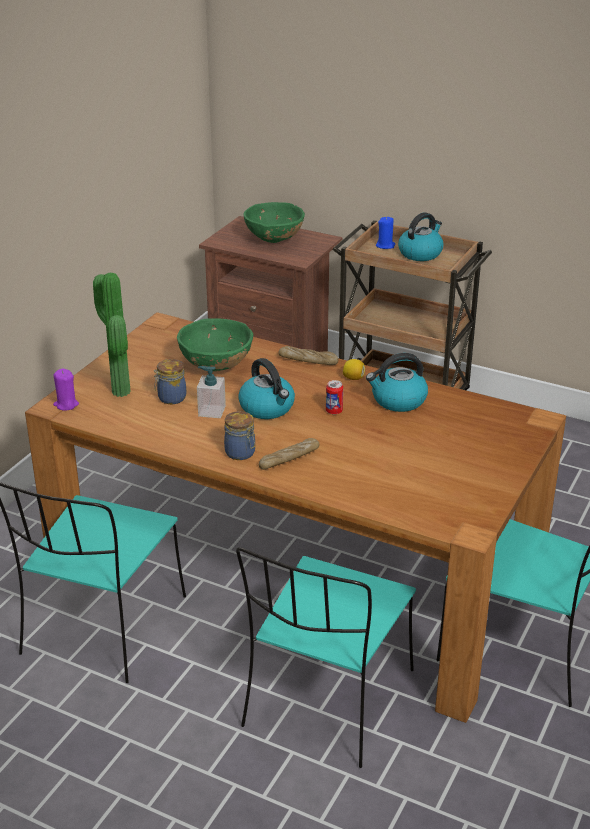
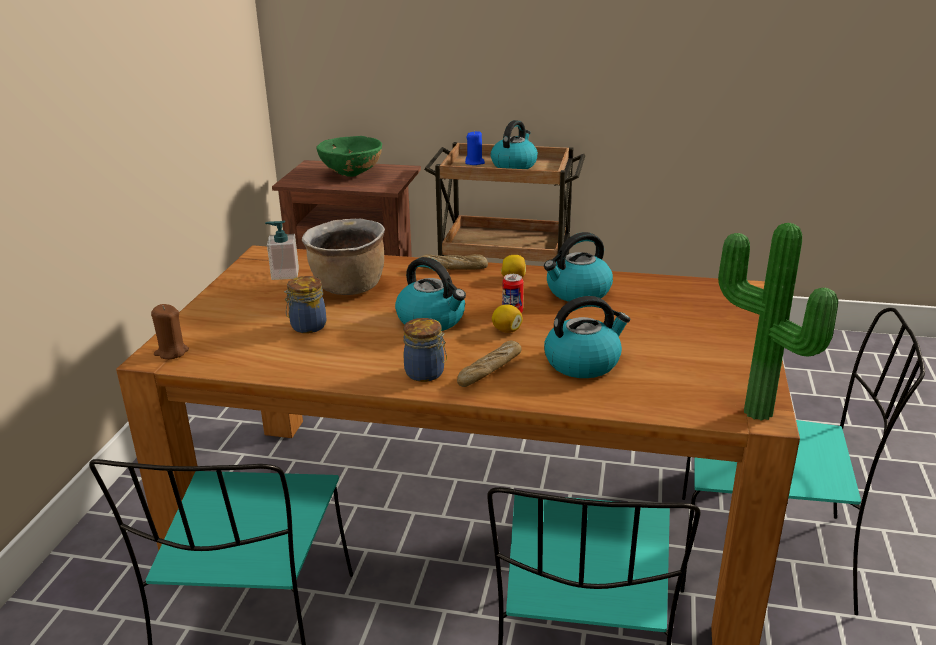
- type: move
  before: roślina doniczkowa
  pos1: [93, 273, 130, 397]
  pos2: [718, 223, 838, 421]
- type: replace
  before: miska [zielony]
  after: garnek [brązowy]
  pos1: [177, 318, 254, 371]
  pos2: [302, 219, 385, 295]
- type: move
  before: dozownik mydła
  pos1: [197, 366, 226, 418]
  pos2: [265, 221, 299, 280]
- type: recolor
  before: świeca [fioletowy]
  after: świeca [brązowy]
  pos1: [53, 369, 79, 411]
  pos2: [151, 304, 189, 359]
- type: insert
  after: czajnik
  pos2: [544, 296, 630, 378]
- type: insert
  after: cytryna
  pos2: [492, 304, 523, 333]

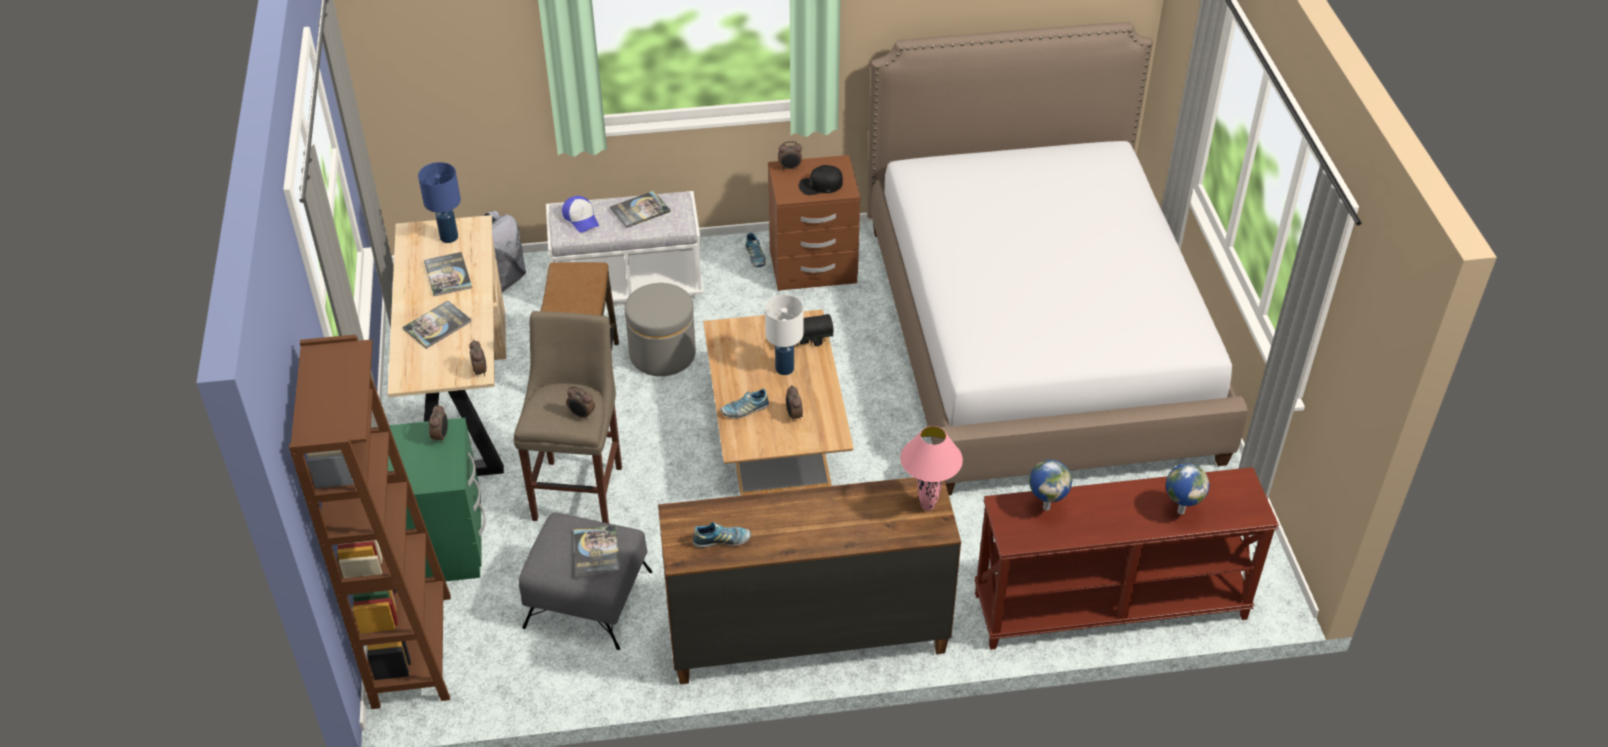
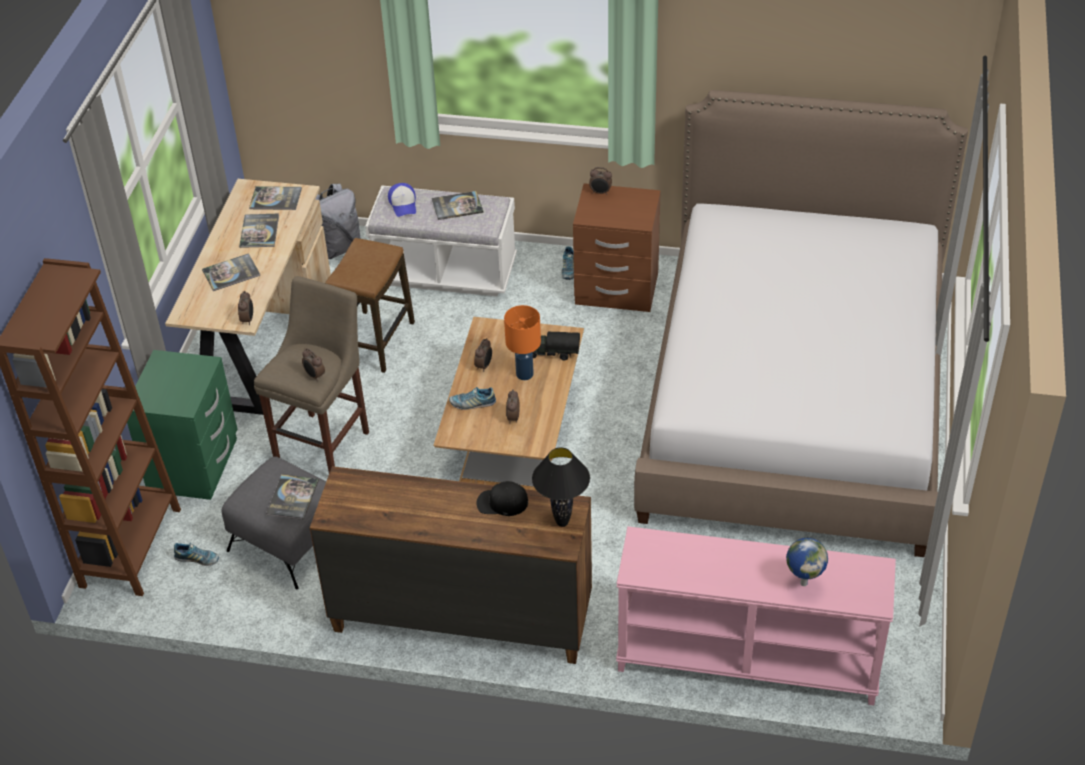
- type: replace
  before: lampa stołowa [niebieski]
  after: książka
  pos1: [418, 162, 461, 243]
  pos2: [249, 186, 302, 210]
- type: move
  before: czapka z daszkiem [czarny]
  pos1: [799, 165, 843, 195]
  pos2: [476, 481, 528, 516]
- type: delete
  before: pufa [szary]
  pos1: [625, 283, 696, 376]
- type: recolor
  before: lampa stołowa [biały]
  after: lampa stołowa [pomarańczowy]
  pos1: [765, 295, 803, 375]
  pos2: [504, 305, 541, 380]
- type: move
  before: budzik
  pos1: [429, 404, 448, 443]
  pos2: [474, 338, 492, 372]
- type: recolor
  before: lampa stołowa [różowy]
  after: lampa stołowa [czarny]
  pos1: [900, 426, 963, 511]
  pos2: [532, 447, 590, 527]
- type: delete
  before: globus
  pos1: [1029, 460, 1072, 511]
- type: recolor
  before: stolik konsolowy [brązowy]
  after: stolik konsolowy [różowy]
  pos1: [974, 467, 1279, 650]
  pos2: [616, 526, 896, 705]
- type: move
  before: but
  pos1: [693, 522, 751, 548]
  pos2: [174, 543, 219, 566]

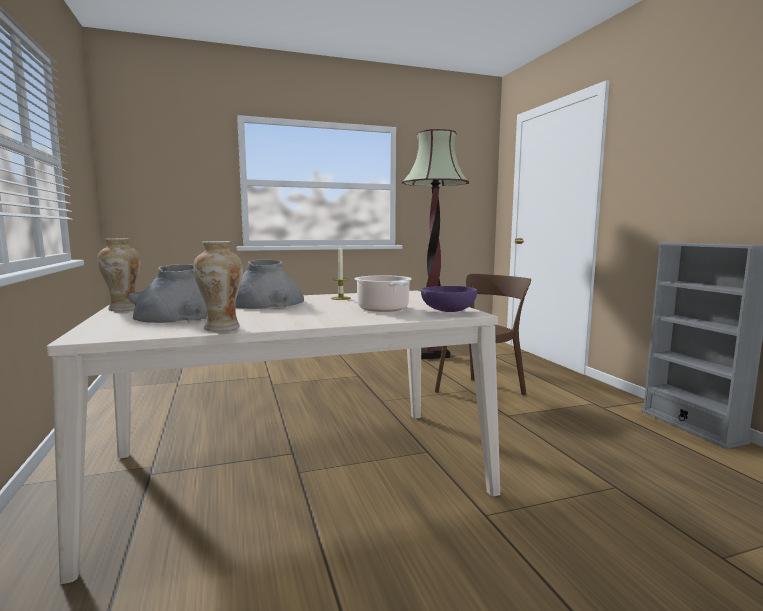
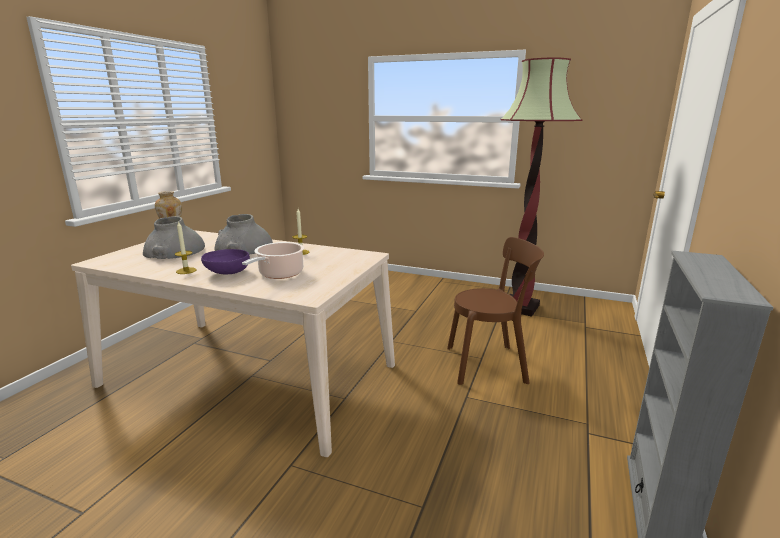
- type: delete
  before: wazon
  pos1: [193, 241, 243, 332]
- type: move
  before: miska [fioletowy]
  pos1: [421, 286, 477, 312]
  pos2: [201, 249, 250, 274]
- type: insert
  after: świeca
  pos2: [175, 221, 197, 274]

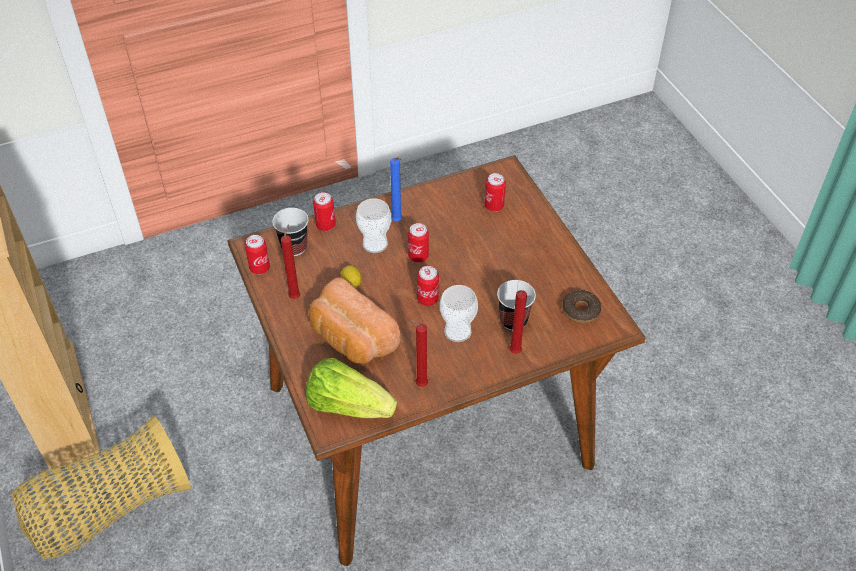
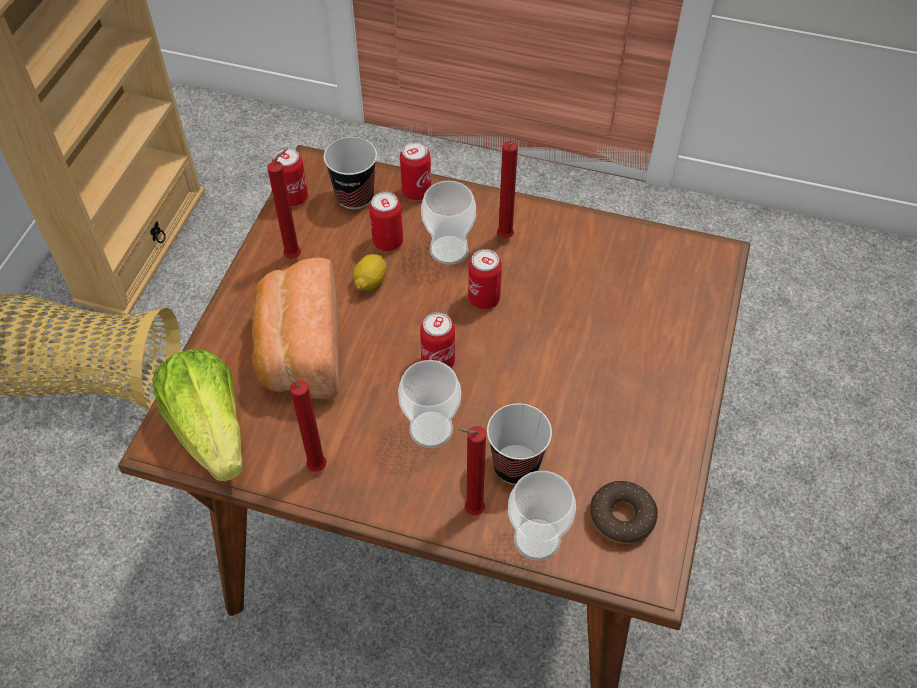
- type: recolor
  before: świeca [niebieski]
  after: świeca [czerwony]
  pos1: [390, 157, 402, 221]
  pos2: [497, 141, 518, 239]
- type: move
  before: puszka
  pos1: [484, 173, 506, 212]
  pos2: [369, 191, 403, 251]
- type: insert
  after: filiżanka
  pos2: [508, 471, 576, 561]

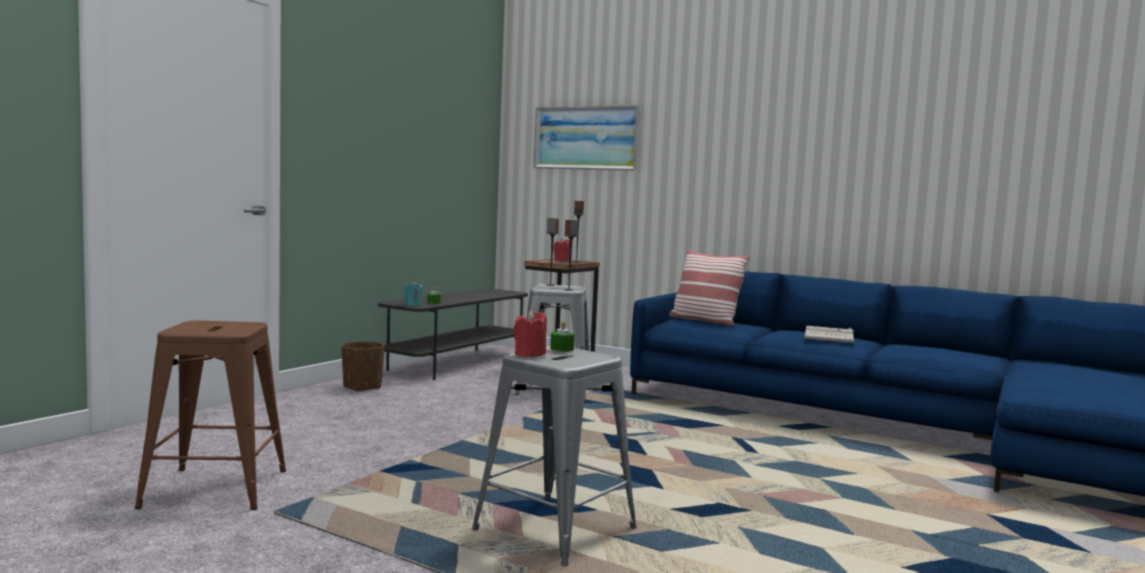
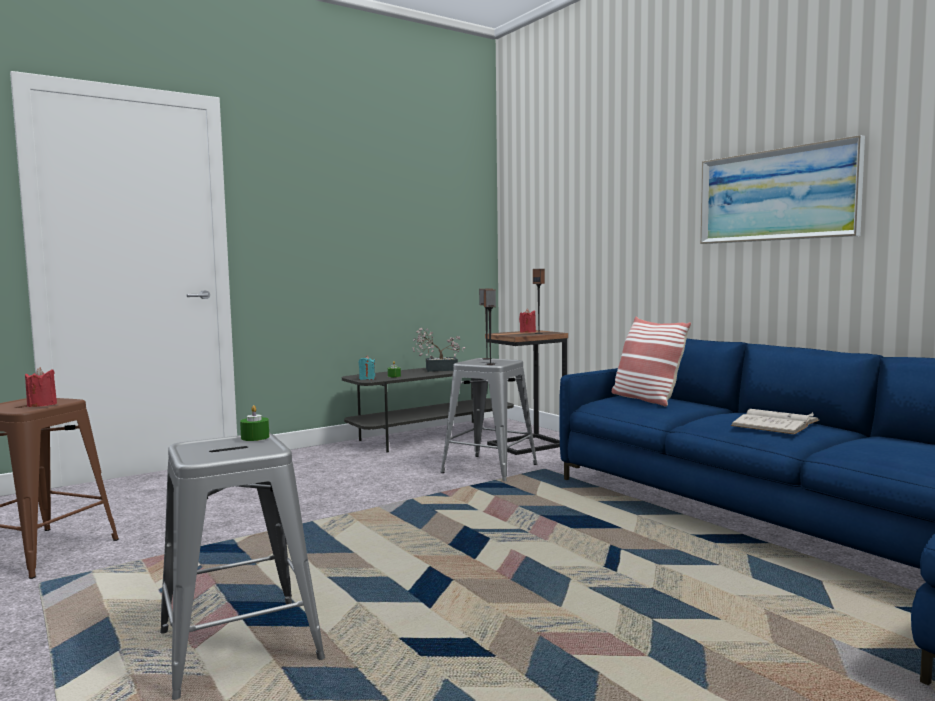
- type: move
  before: obraz
  pos1: [534, 105, 640, 171]
  pos2: [700, 135, 865, 244]
- type: move
  before: świeca [czerwony]
  pos1: [513, 310, 547, 357]
  pos2: [25, 367, 57, 407]
- type: delete
  before: donica [brązowy]
  pos1: [341, 341, 385, 392]
- type: insert
  after: roślina doniczkowa
  pos2: [412, 327, 465, 372]

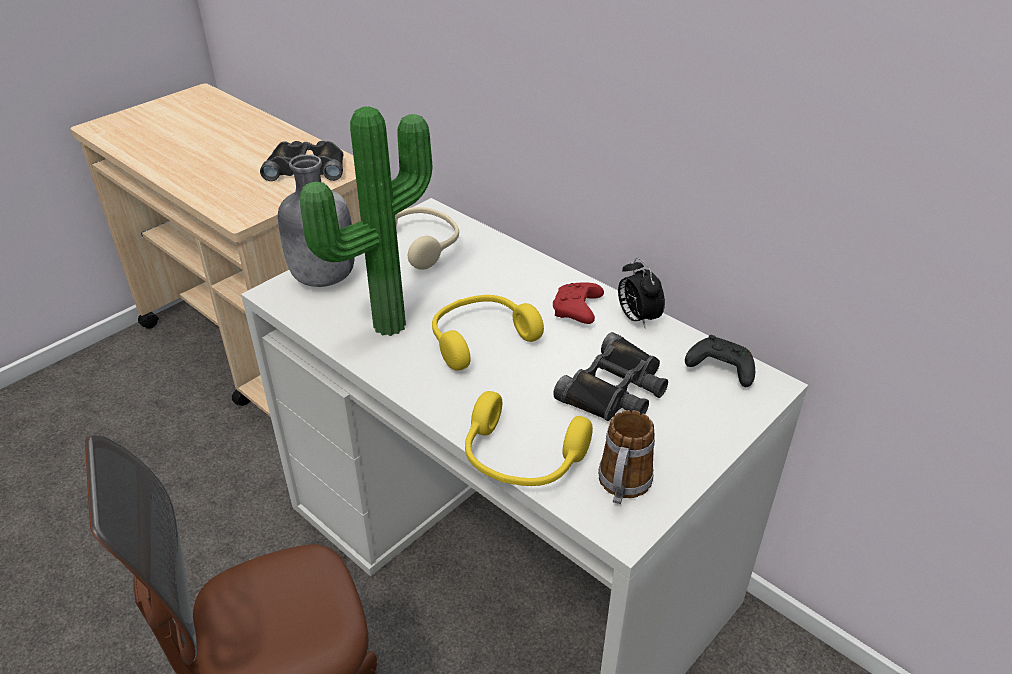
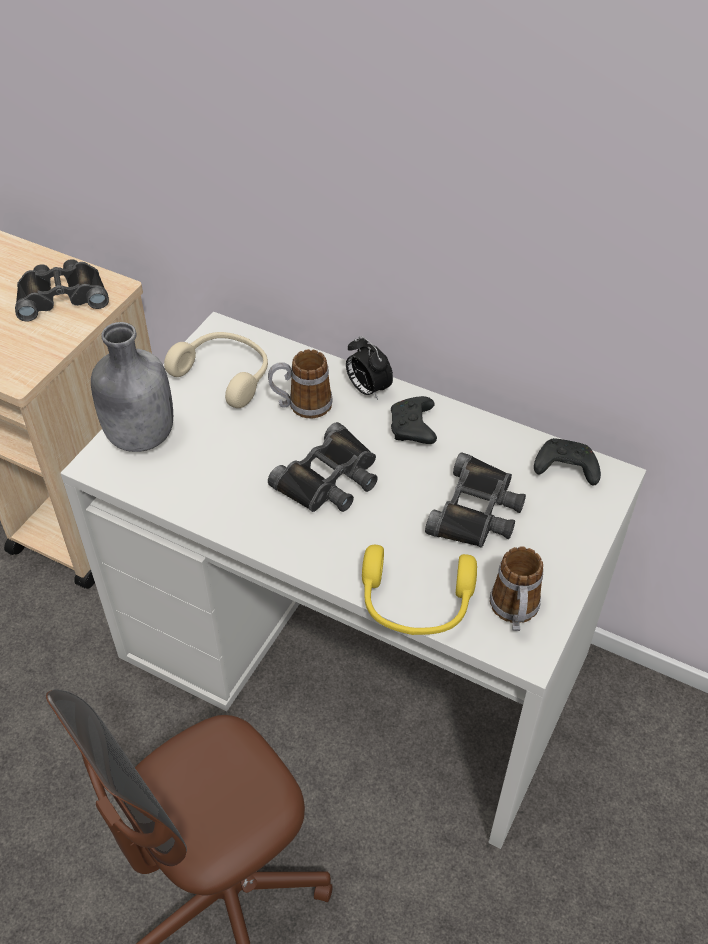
- type: delete
  before: roślina doniczkowa
  pos1: [300, 106, 432, 336]
- type: move
  before: budzik
  pos1: [618, 257, 665, 329]
  pos2: [346, 336, 393, 400]
- type: recolor
  before: pad do gier [czerwony]
  after: pad do gier [czarny]
  pos1: [553, 282, 604, 324]
  pos2: [391, 396, 437, 444]
- type: replace
  before: słuchawki [żółty]
  after: lornetka [czarny]
  pos1: [432, 295, 544, 371]
  pos2: [268, 422, 378, 512]
- type: insert
  after: kubek
  pos2: [268, 349, 333, 419]

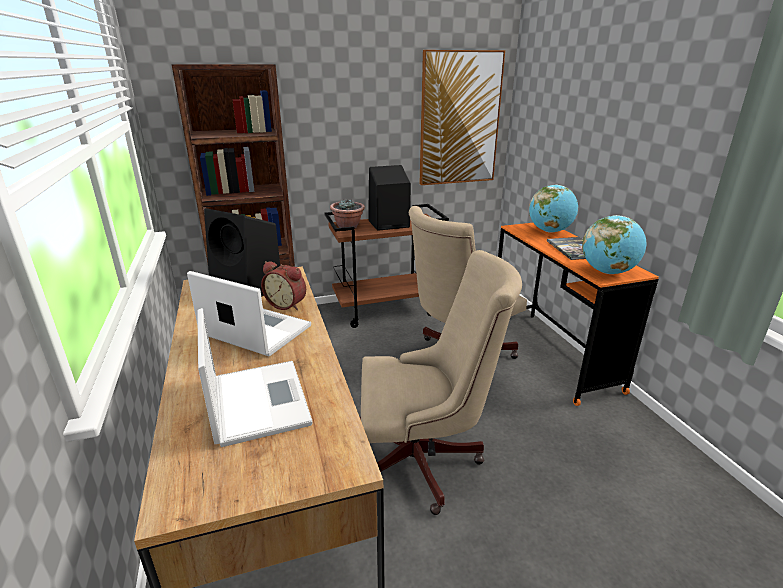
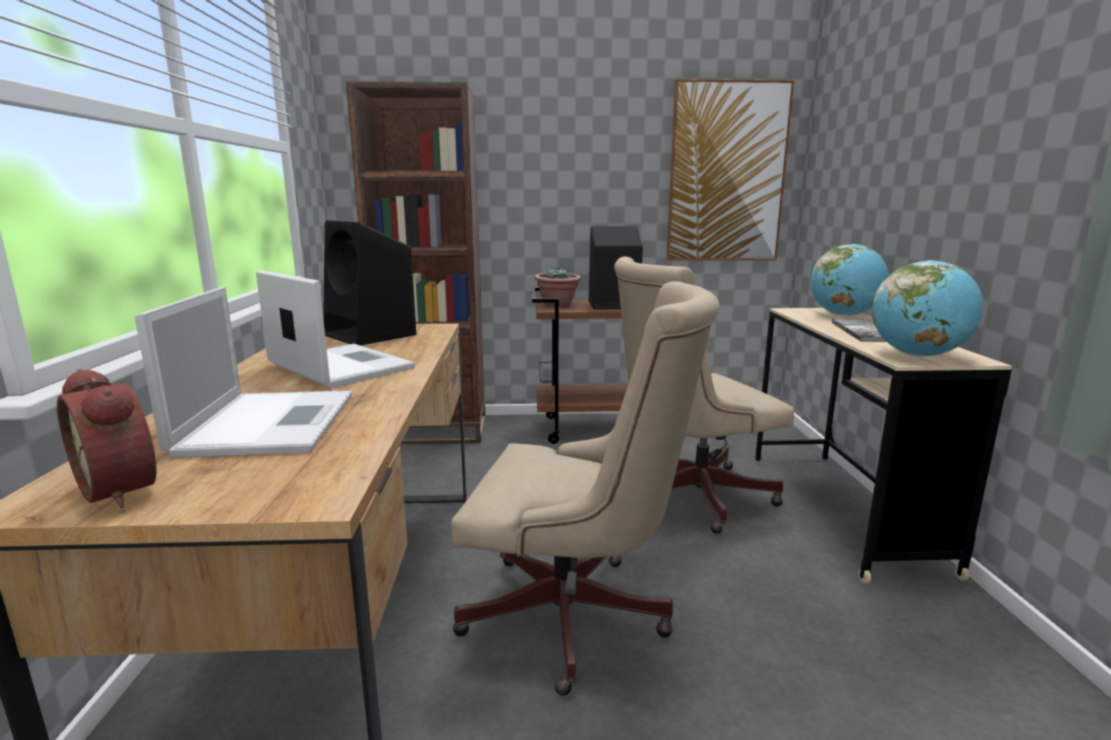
- type: recolor
  before: biurko [pomarańczowy]
  after: biurko [beżowy]
  pos1: [498, 223, 659, 406]
  pos2: [755, 308, 1012, 583]
- type: move
  before: budzik
  pos1: [261, 261, 306, 310]
  pos2: [57, 369, 157, 508]

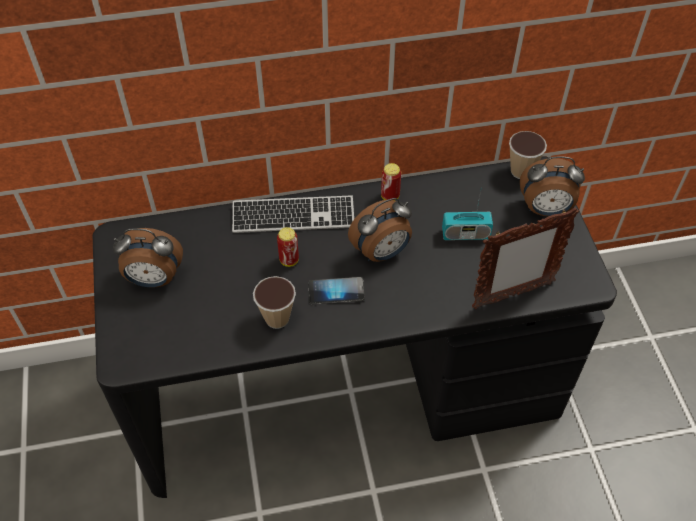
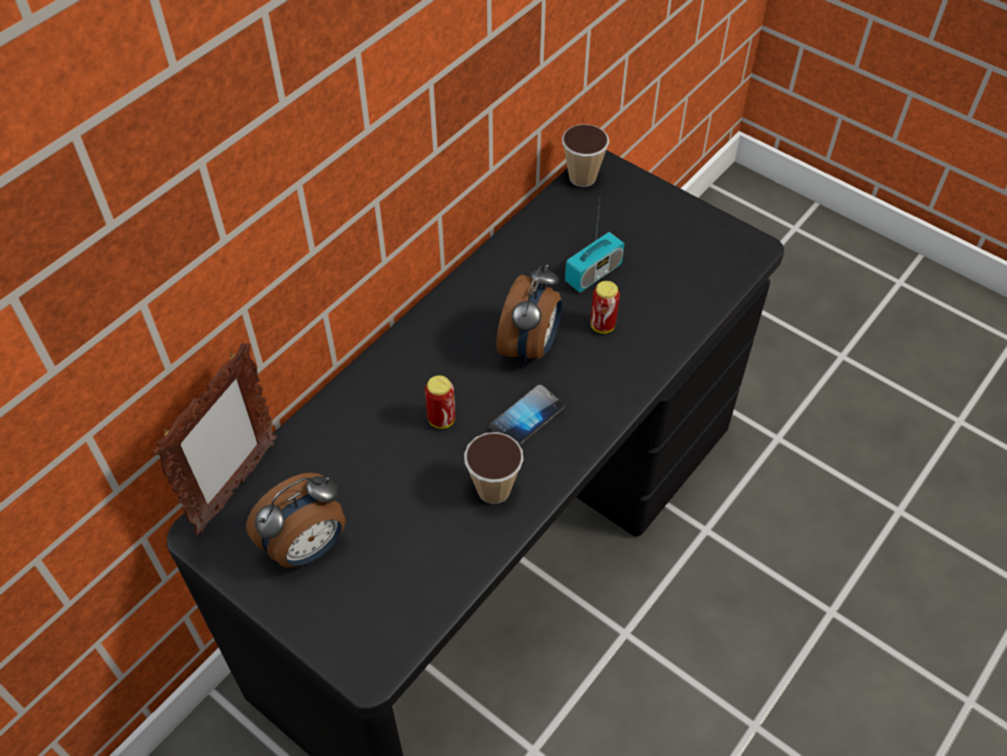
- type: delete
  before: budzik
  pos1: [520, 156, 585, 216]
- type: move
  before: puszka
  pos1: [381, 163, 401, 201]
  pos2: [591, 281, 620, 334]
- type: delete
  before: klawiatura
  pos1: [232, 195, 354, 233]
- type: move
  before: ramka na zdjęcie
  pos1: [472, 207, 579, 309]
  pos2: [153, 342, 277, 535]

